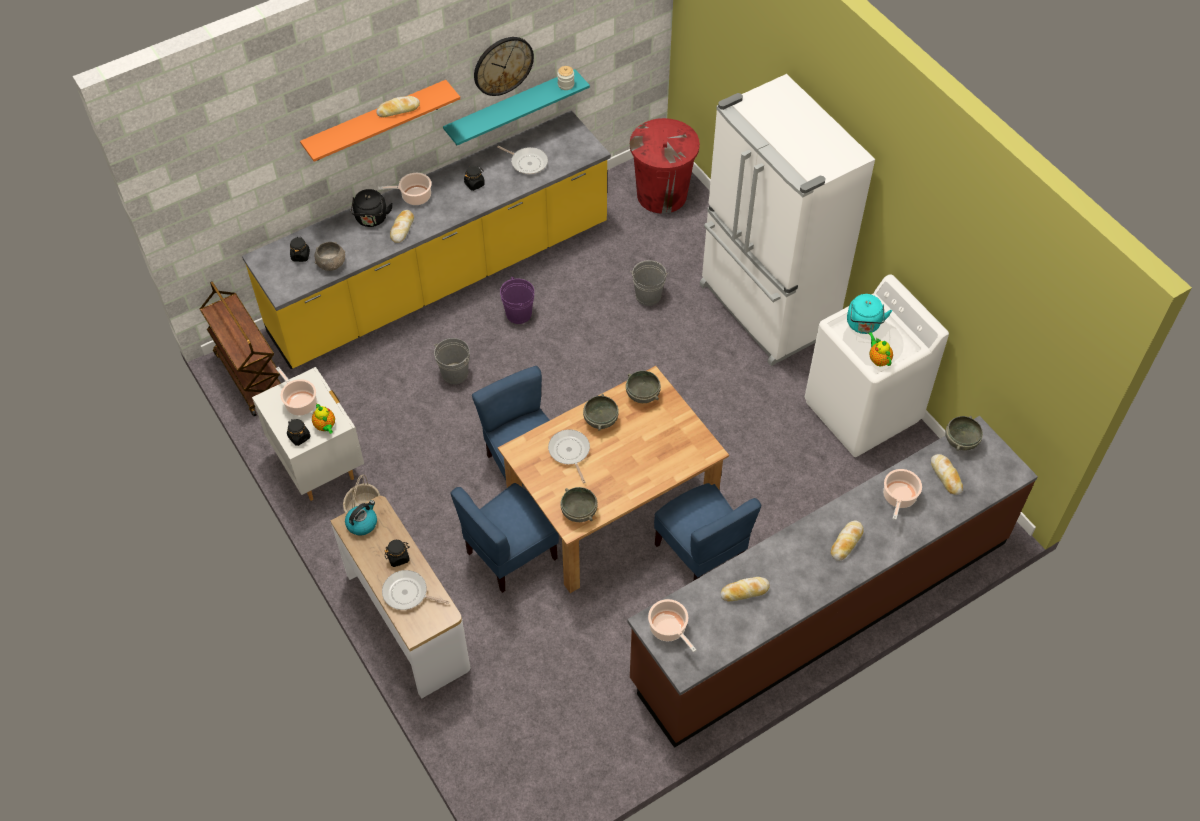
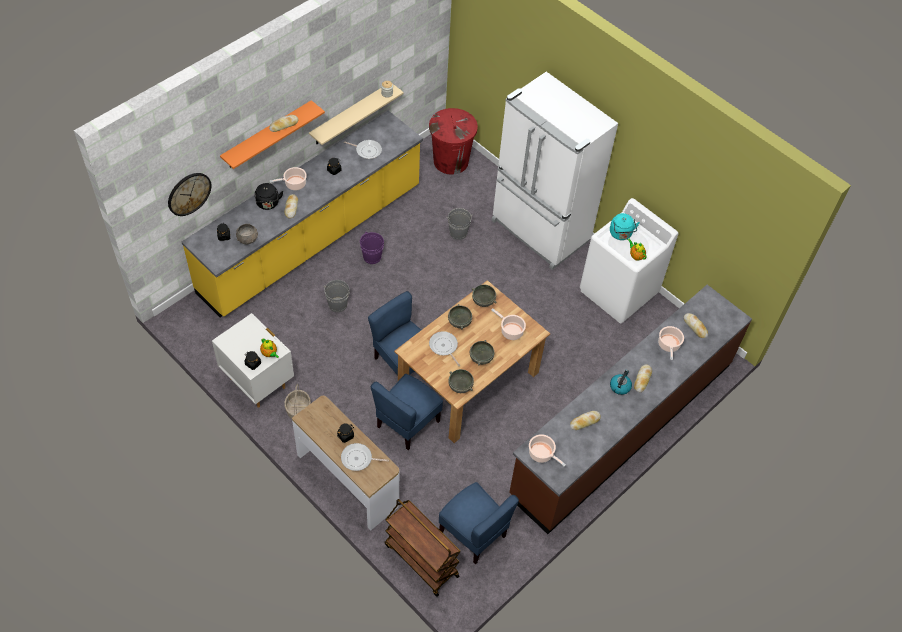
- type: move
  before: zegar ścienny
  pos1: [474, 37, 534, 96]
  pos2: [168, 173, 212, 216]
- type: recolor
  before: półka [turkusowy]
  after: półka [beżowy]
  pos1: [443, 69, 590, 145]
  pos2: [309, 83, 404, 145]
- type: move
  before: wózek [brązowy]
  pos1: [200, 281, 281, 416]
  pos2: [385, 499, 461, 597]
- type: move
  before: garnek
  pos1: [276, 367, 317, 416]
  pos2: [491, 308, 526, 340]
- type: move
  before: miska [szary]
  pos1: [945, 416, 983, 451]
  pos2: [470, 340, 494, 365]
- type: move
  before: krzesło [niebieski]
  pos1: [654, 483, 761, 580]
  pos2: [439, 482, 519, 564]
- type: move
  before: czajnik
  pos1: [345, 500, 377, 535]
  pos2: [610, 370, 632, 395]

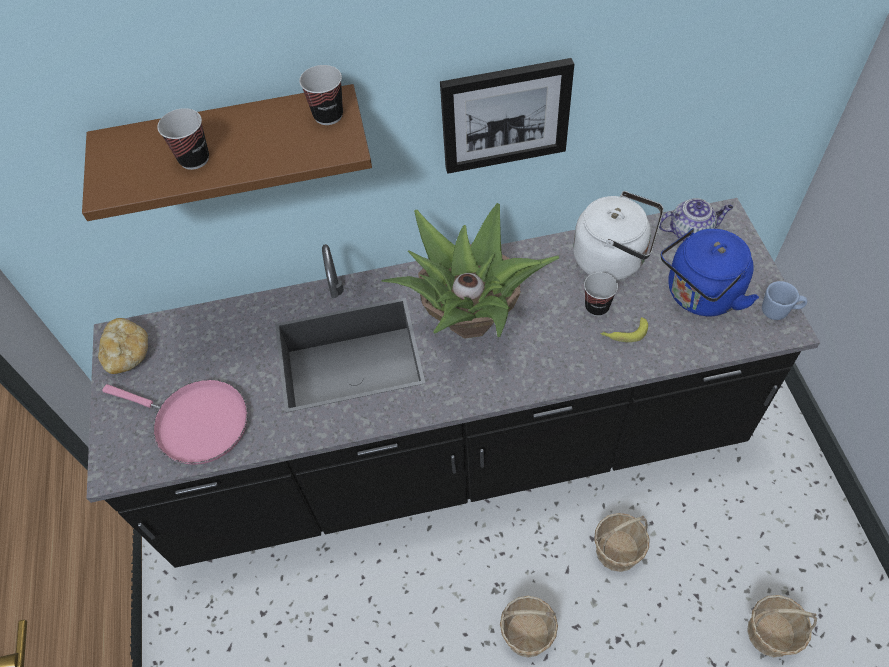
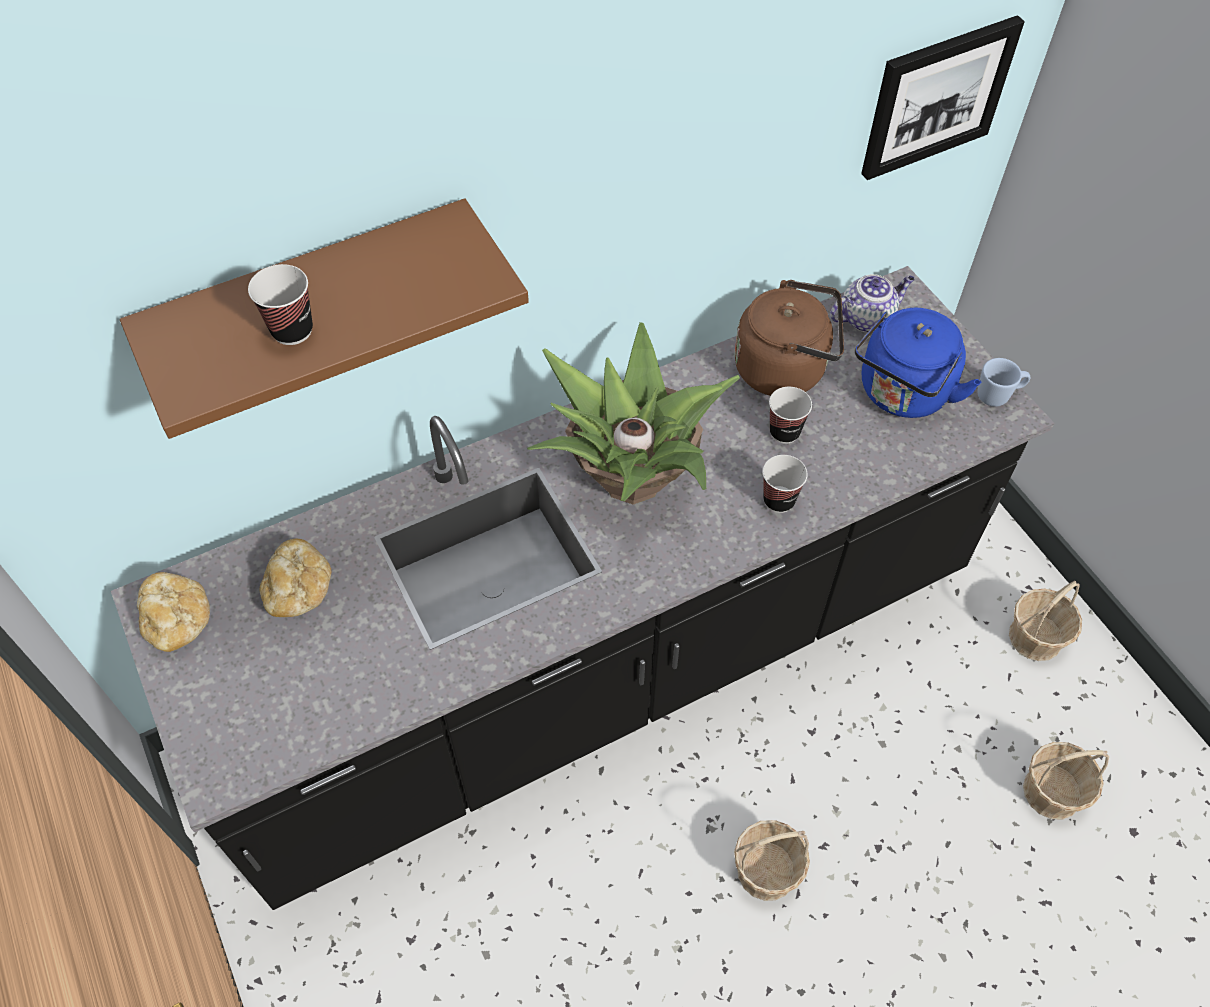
- type: move
  before: obraz
  pos1: [440, 58, 574, 174]
  pos2: [861, 15, 1025, 180]
- type: move
  before: filiżanka
  pos1: [299, 65, 343, 125]
  pos2: [763, 455, 808, 513]
- type: recolor
  before: czajnik [biały]
  after: czajnik [brązowy]
  pos1: [573, 191, 664, 281]
  pos2: [734, 280, 844, 396]
- type: delete
  before: banan
  pos1: [601, 317, 648, 342]
- type: delete
  before: patelnia [różowy]
  pos1: [102, 379, 248, 465]
- type: move
  before: koszyk
  pos1: [594, 513, 650, 572]
  pos2: [1009, 581, 1082, 661]
- type: insert
  after: chleb
  pos2: [260, 539, 331, 617]

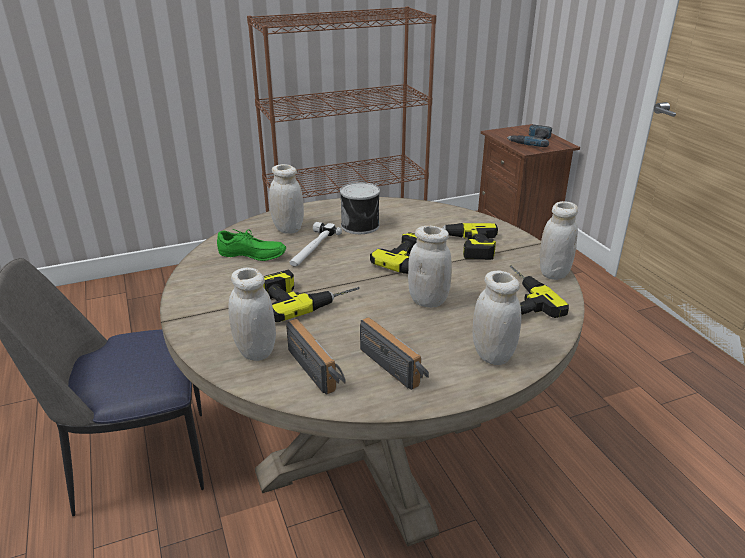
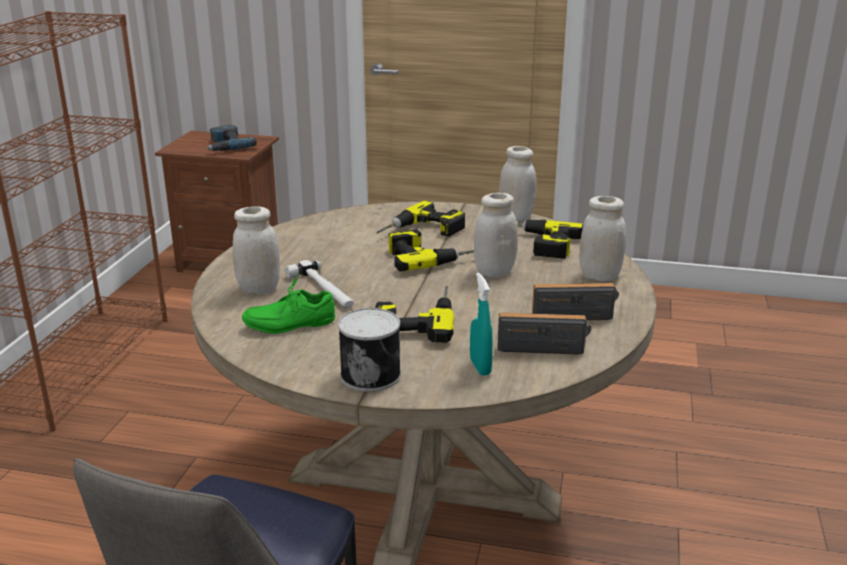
- type: move
  before: puszka
  pos1: [340, 182, 380, 234]
  pos2: [338, 308, 401, 392]
- type: rotate
  before: but [zielony]
  pos1: [217, 229, 286, 261]
  pos2: [242, 274, 335, 334]
  turn: -150
- type: replace
  before: słoik [biały]
  after: spryskiwacz [turkusowy]
  pos1: [228, 267, 276, 361]
  pos2: [470, 273, 493, 376]

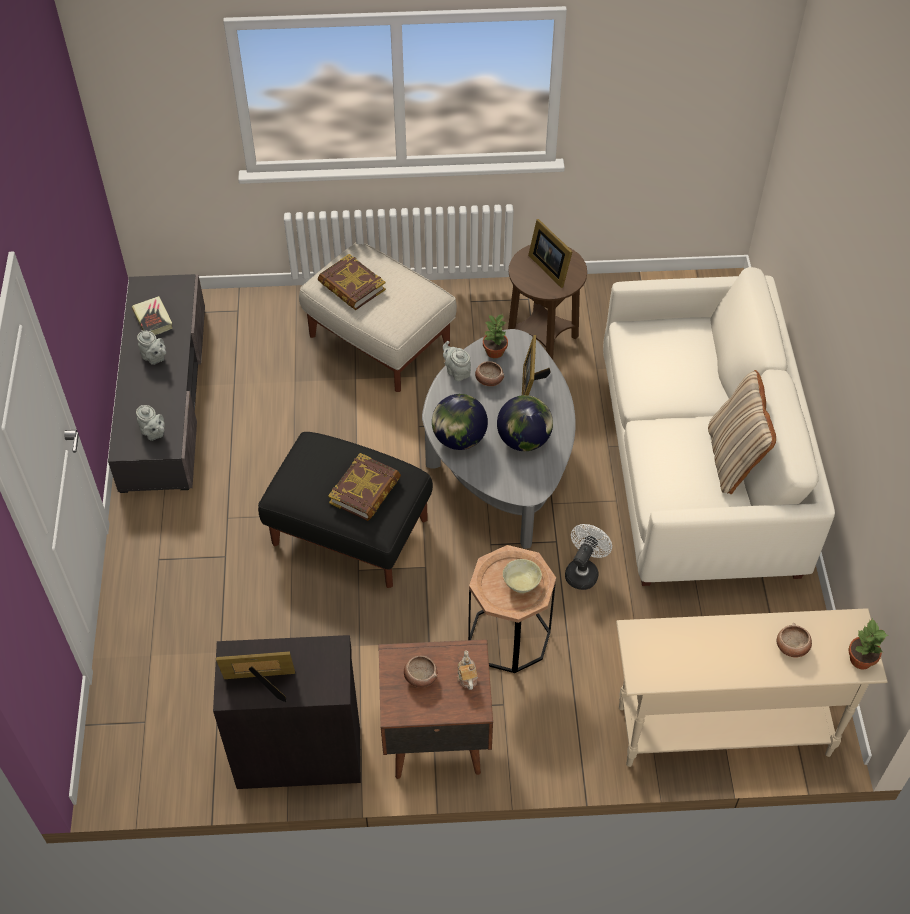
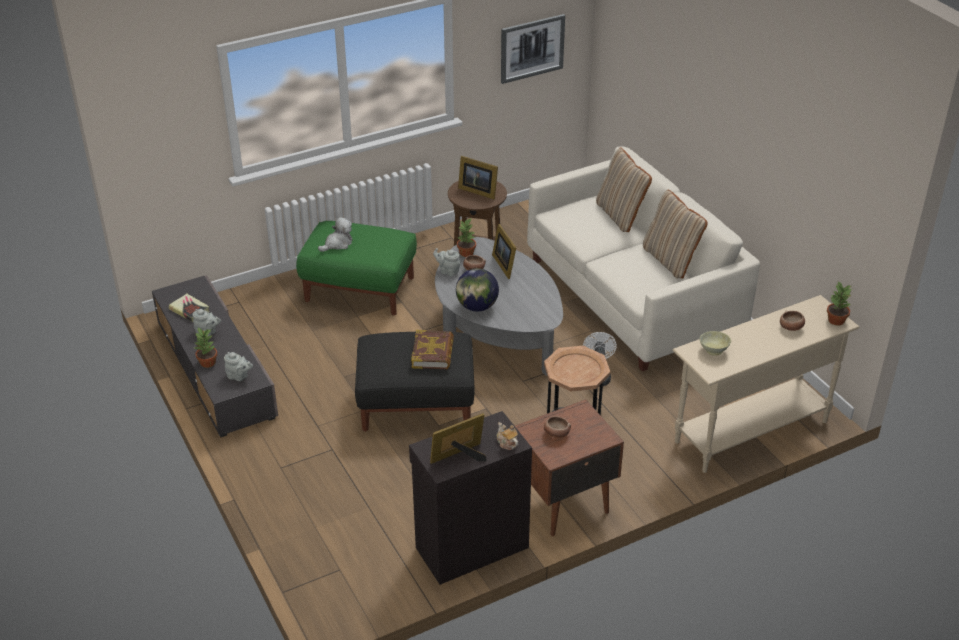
- type: recolor
  before: pufa [beżowy]
  after: pufa [zielony]
  pos1: [299, 243, 457, 392]
  pos2: [296, 221, 417, 316]
- type: replace
  before: książka
  after: pluszak
  pos1: [318, 254, 386, 310]
  pos2: [318, 217, 352, 252]
- type: delete
  before: globus
  pos1: [497, 395, 553, 451]
- type: move
  before: miska [beżowy]
  pos1: [503, 559, 542, 593]
  pos2: [700, 331, 731, 356]
- type: move
  before: imbryk
  pos1: [457, 650, 478, 690]
  pos2: [497, 422, 518, 450]
- type: insert
  after: obraz
  pos2: [501, 14, 565, 84]
- type: insert
  after: poduszka [beżowy]
  pos2: [596, 148, 652, 232]
- type: insert
  after: roślina doniczkowa
  pos2: [195, 328, 217, 368]

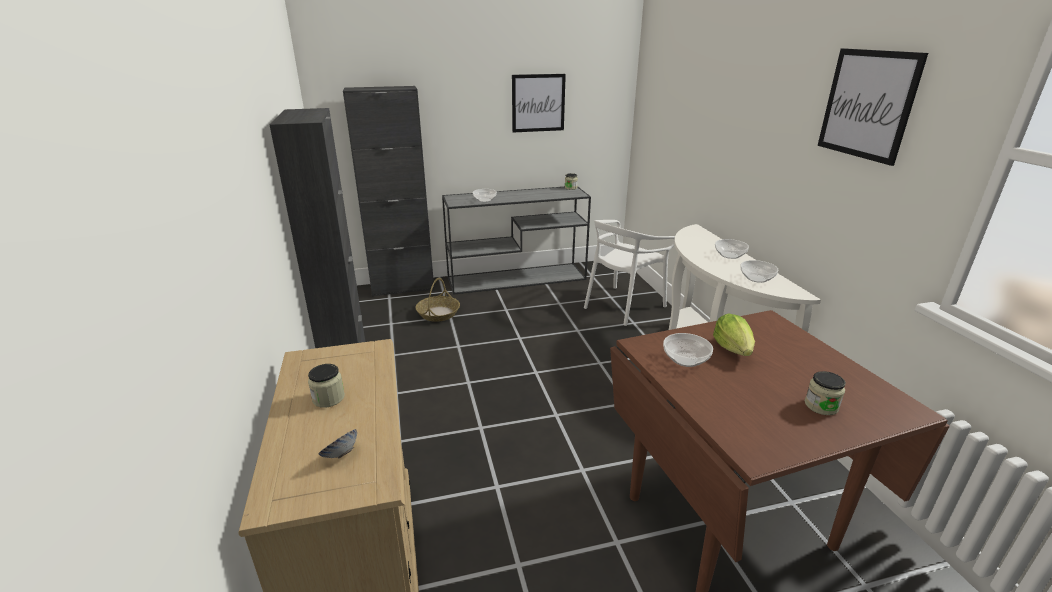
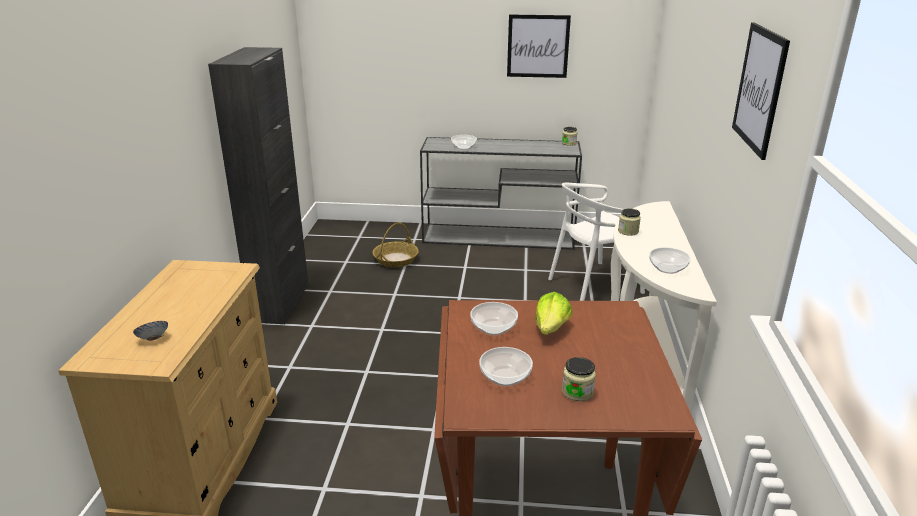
- type: delete
  before: szafka [czarny]
  pos1: [343, 86, 434, 297]
- type: move
  before: miska
  pos1: [715, 239, 749, 259]
  pos2: [479, 347, 533, 386]
- type: move
  before: słoik
  pos1: [308, 364, 345, 408]
  pos2: [618, 208, 641, 236]

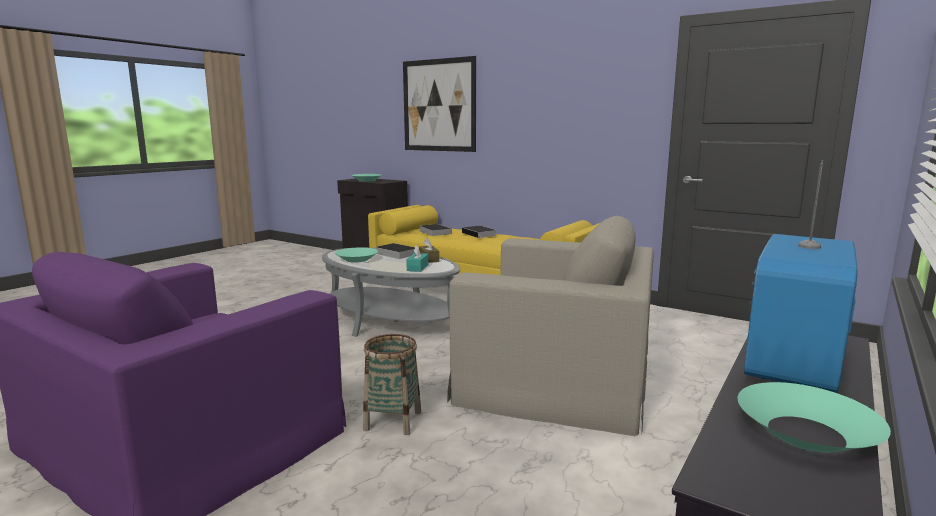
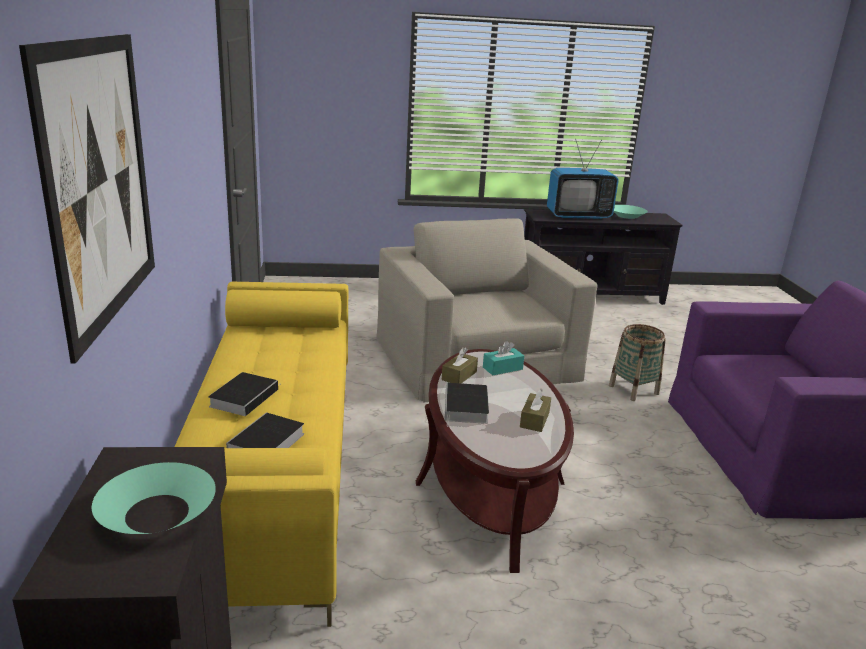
- type: recolor
  before: ława [szary]
  after: ława [brązowy]
  pos1: [322, 248, 460, 337]
  pos2: [416, 349, 574, 573]
- type: replace
  before: miska [turkusowy]
  after: pudełko chusteczek [brązowy]
  pos1: [335, 248, 378, 262]
  pos2: [520, 388, 551, 432]

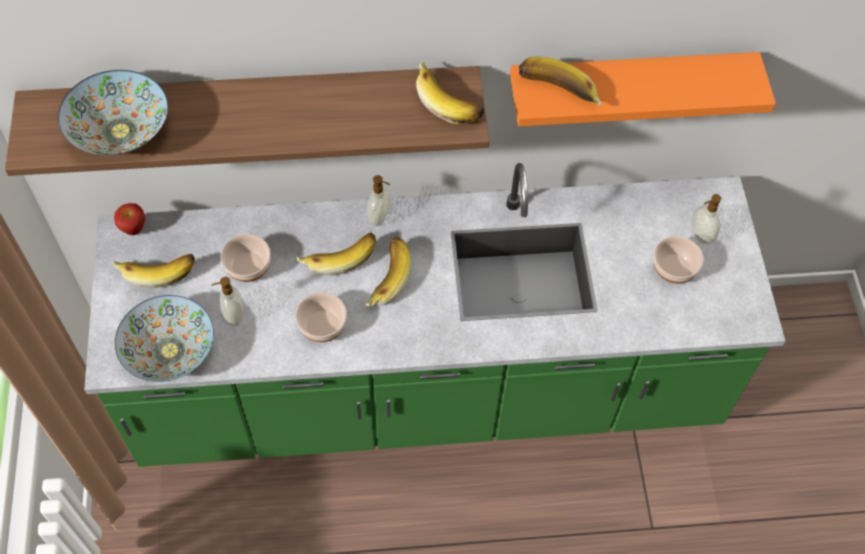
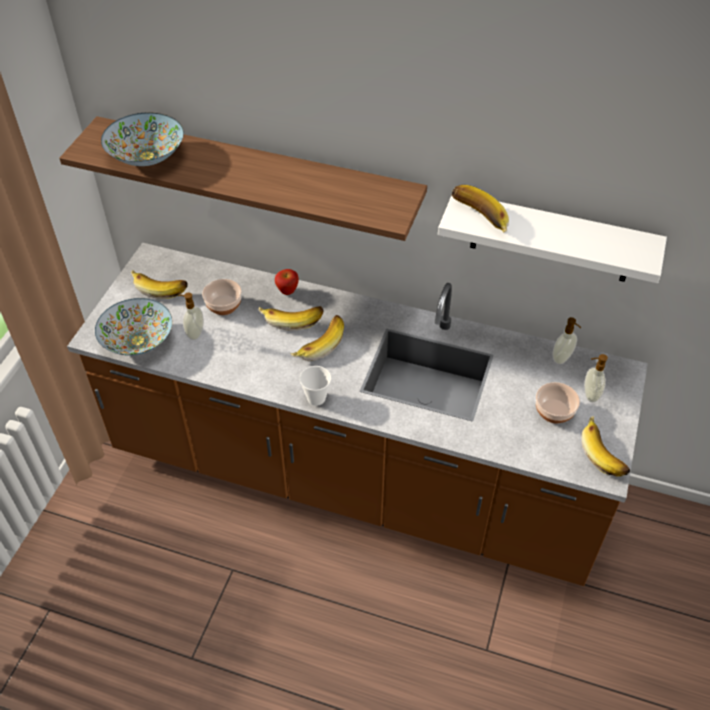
- type: recolor
  before: półka [pomarańczowy]
  after: półka [biały]
  pos1: [510, 52, 776, 126]
  pos2: [438, 195, 667, 283]
- type: move
  before: banan
  pos1: [416, 61, 484, 124]
  pos2: [581, 416, 630, 476]
- type: recolor
  before: zabudowa kuchenna [zielony]
  after: zabudowa kuchenna [brązowy]
  pos1: [84, 163, 785, 467]
  pos2: [67, 242, 648, 586]
- type: move
  before: dozownik mydła
  pos1: [367, 175, 391, 226]
  pos2: [552, 317, 581, 364]
- type: move
  before: jabłko
  pos1: [114, 203, 145, 235]
  pos2: [275, 269, 299, 295]
- type: delete
  before: miska
  pos1: [296, 293, 347, 342]
- type: insert
  after: filiżanka
  pos2: [299, 366, 331, 406]

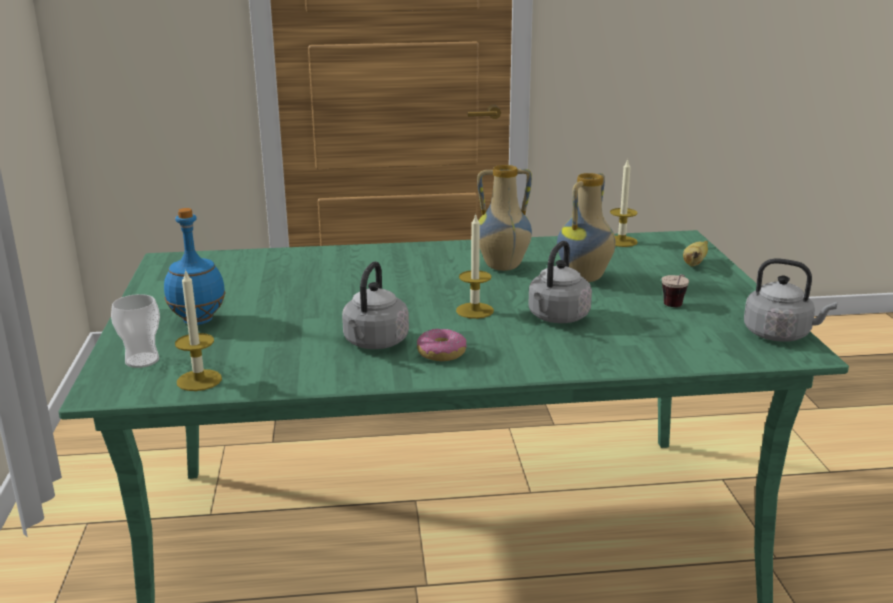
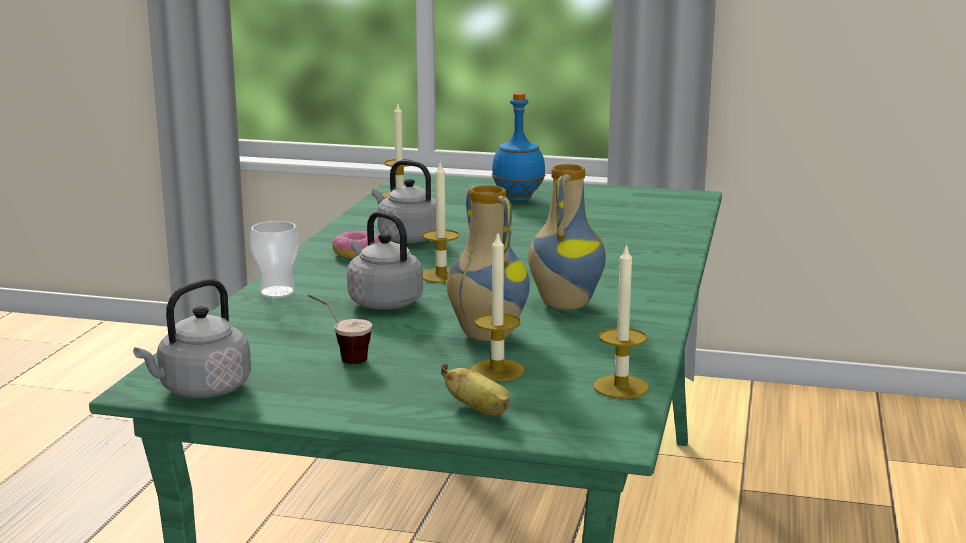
- type: move
  before: filiżanka
  pos1: [111, 294, 160, 368]
  pos2: [249, 221, 299, 298]
- type: insert
  after: świeca
  pos2: [471, 234, 524, 381]

